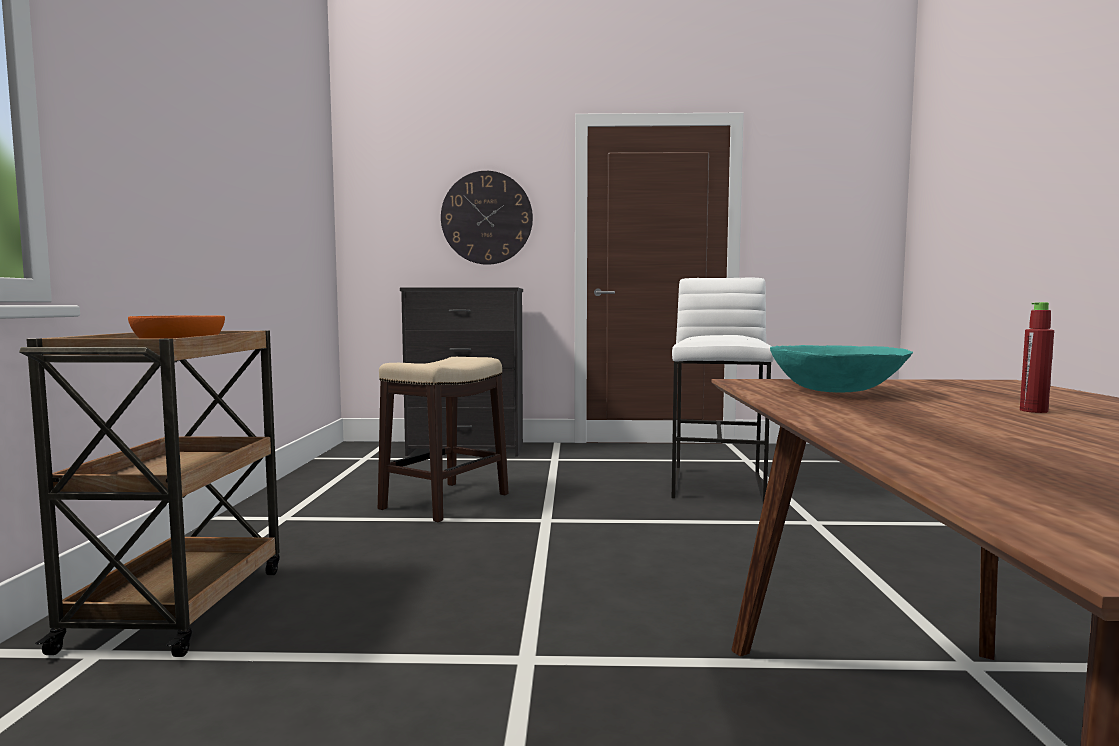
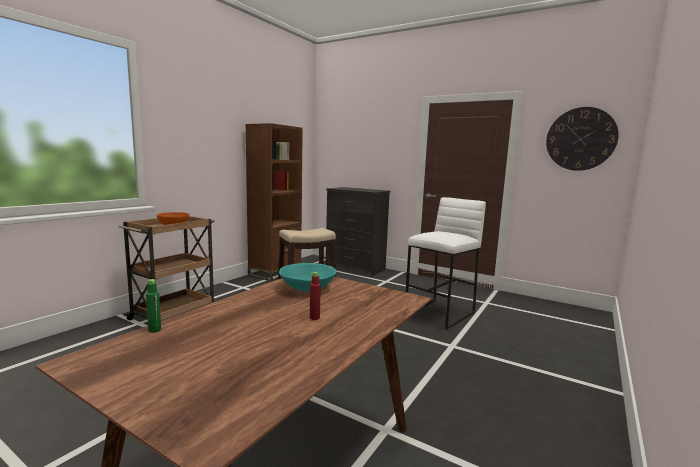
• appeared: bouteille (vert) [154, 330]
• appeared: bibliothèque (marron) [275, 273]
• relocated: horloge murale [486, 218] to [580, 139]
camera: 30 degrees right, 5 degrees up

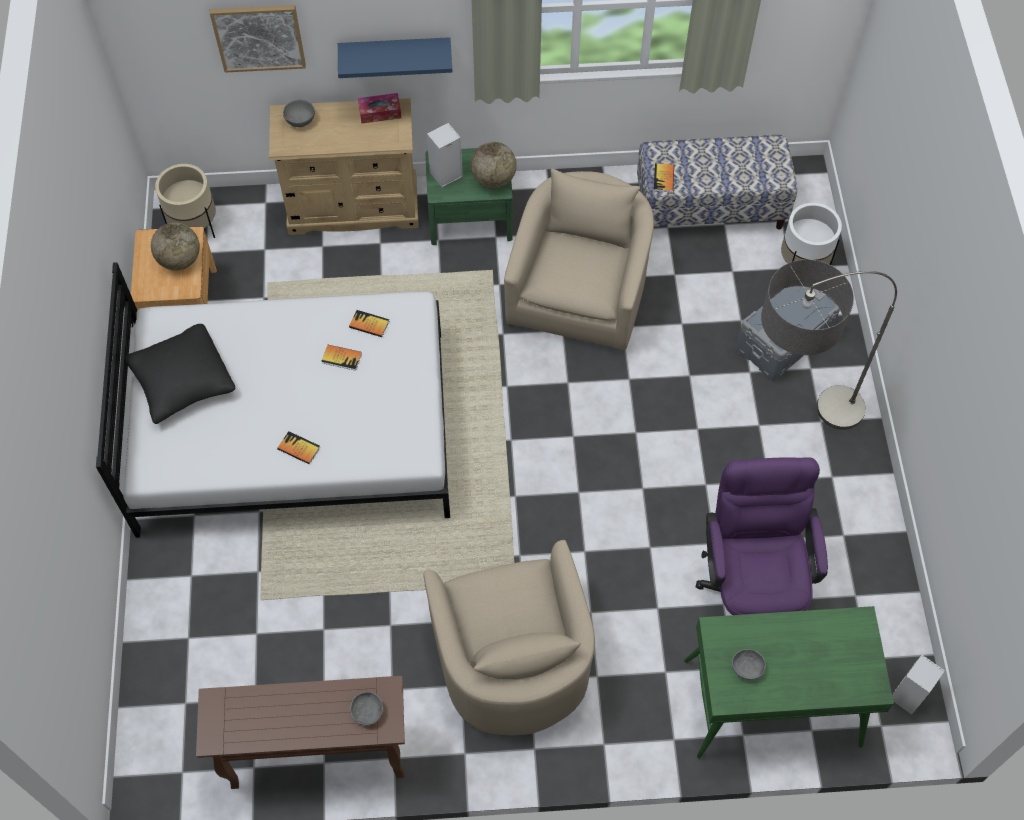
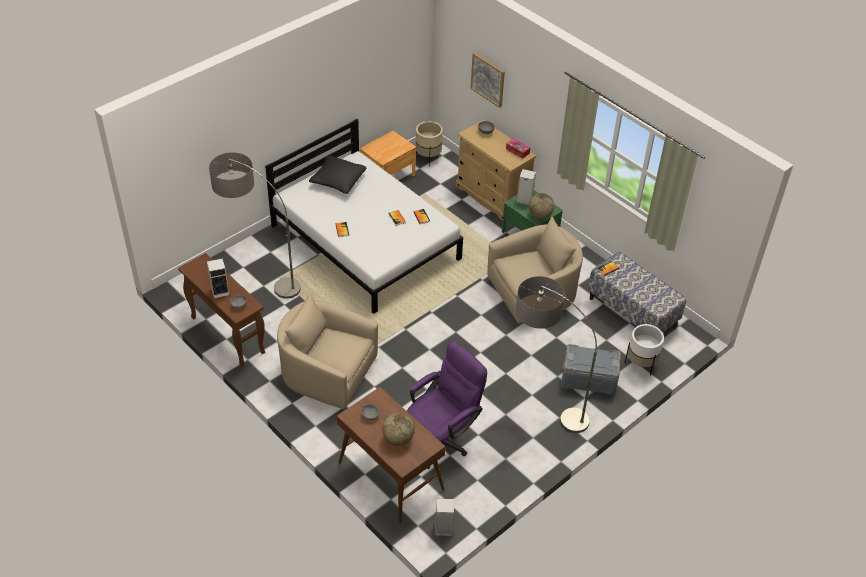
• appeared: enceinte [220, 291]
• appeared: lampadaire [259, 279]
• spun: fauteuil (beige) [512, 658] = [327, 372] 75 degrees clockwise
• colour: bureau (vert) [771, 703] to bureau (marron) [390, 476]
• relocated: globe [180, 260] to [398, 439]
• missing: étagère (bleu) [395, 53]
camera: 50 degrees right, 15 degrees down

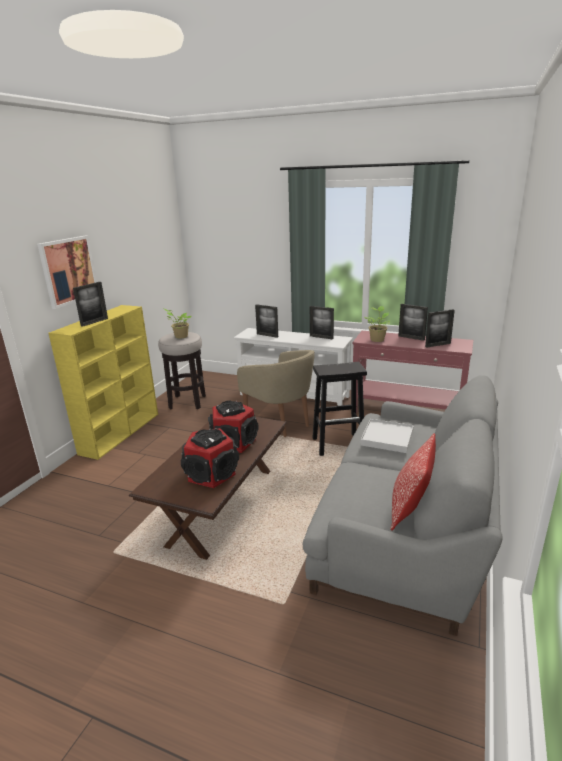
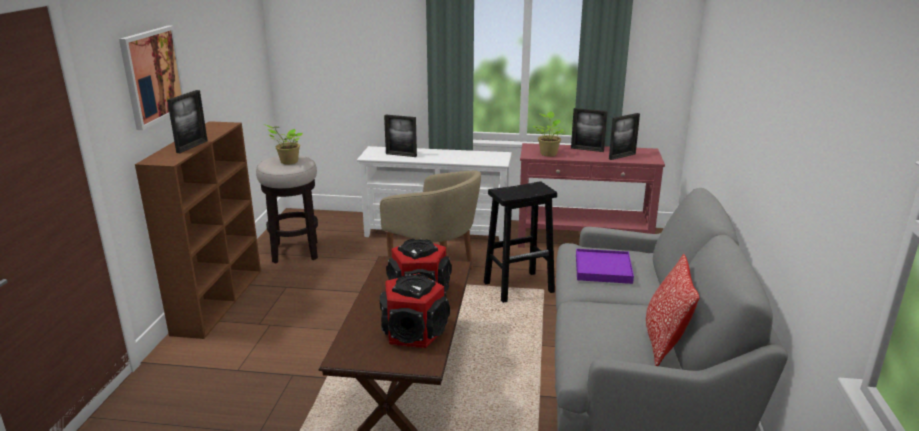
• colour: bibliothèque (jaune) [121, 432] to bibliothèque (marron) [219, 300]
• colour: plateau (blanc) [387, 438] to plateau (violet) [603, 269]
• missing: cadre photo [321, 337]
camera: 15 degrees left, 0 degrees up

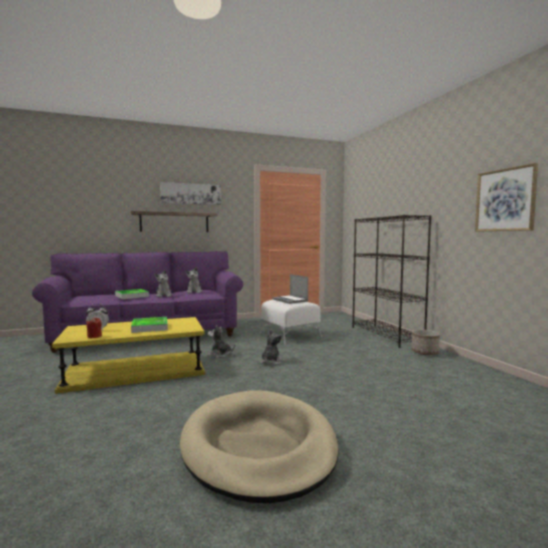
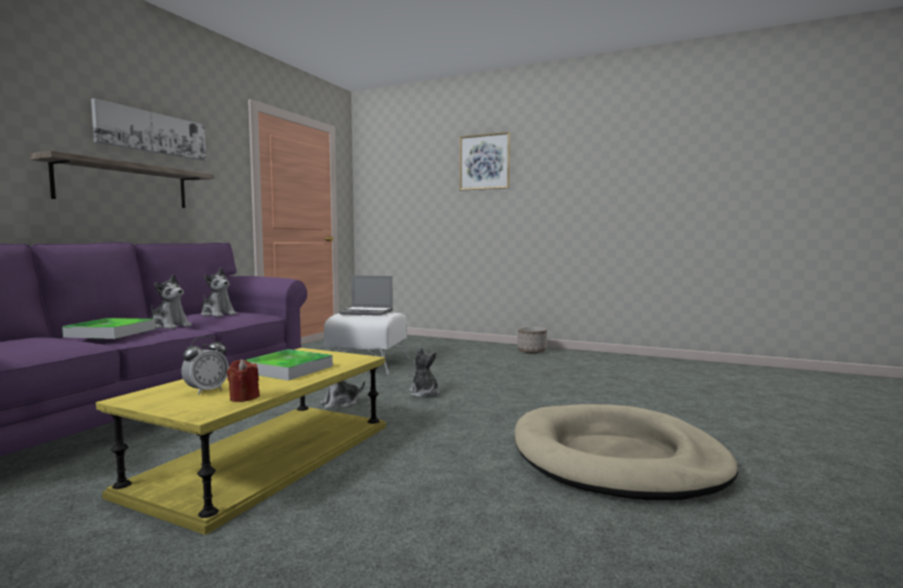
• relocated: tableau [505, 200] to [484, 162]
• missing: bibliothèque (noir) [386, 335]
camera: 45 degrees left, 0 degrees up

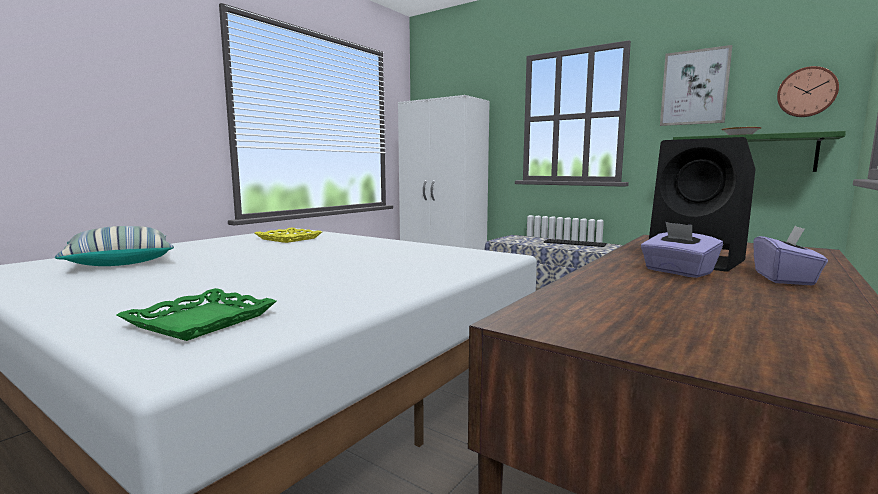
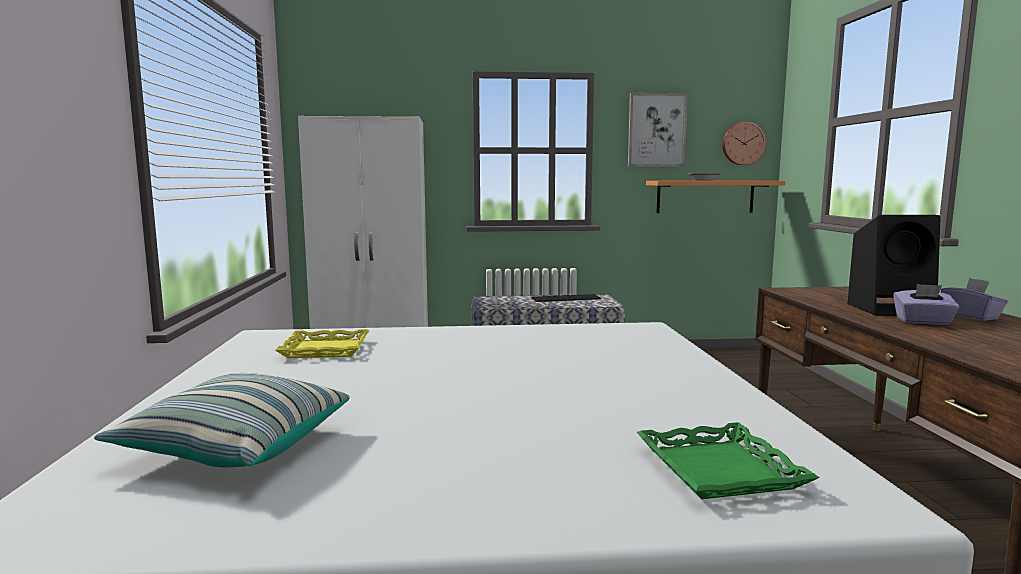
• colour: étagère (vert) [751, 154] to étagère (orange) [705, 196]
camera: 40 degrees left, 0 degrees up

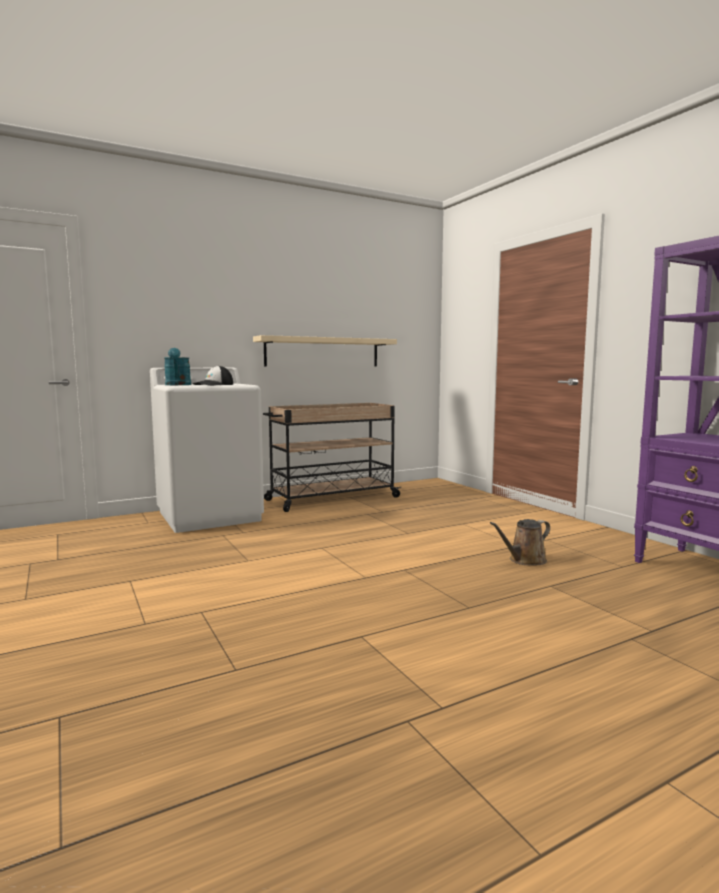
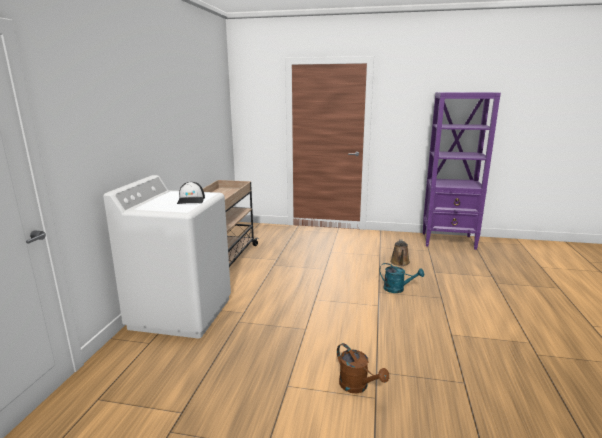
• appeared: arrosoir (marron) [357, 386]
• relocated: arrosoir (turquoise) [178, 385] to [397, 289]
• missing: étagère (beige) [323, 352]
camera: 50 degrees left, 10 degrees up

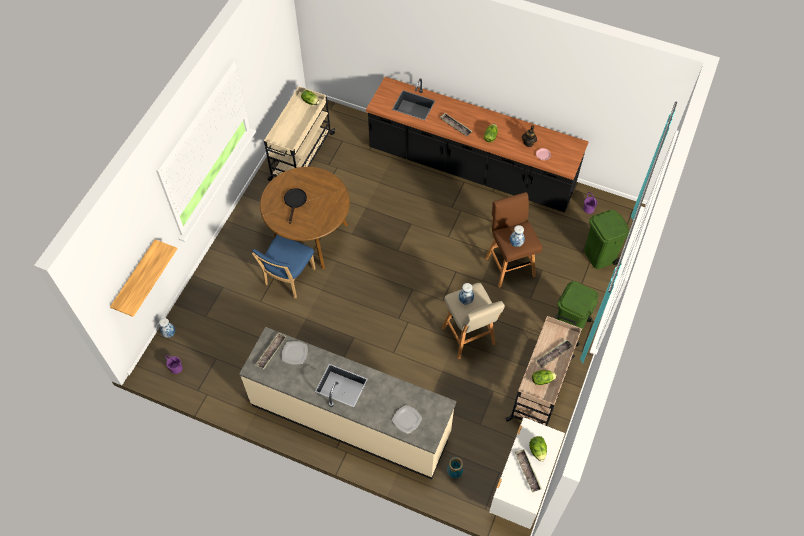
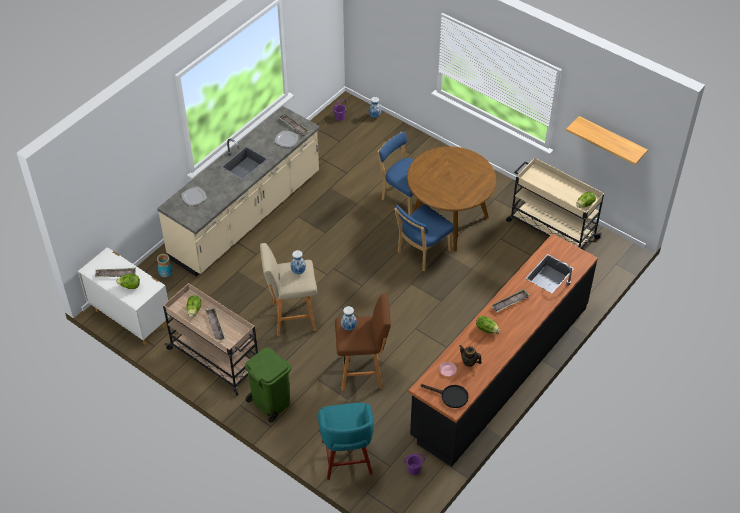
• exchanged: poubelle (vert) [599, 256] to tabouret (turquoise) [347, 459]
• appeared: chaise (bleu) [422, 252]
• relocated: poêle (noir) [295, 202] to [450, 396]
• relocated: étagère [135, 277] to [611, 140]
camera: 105 degrees right, 10 degrees down

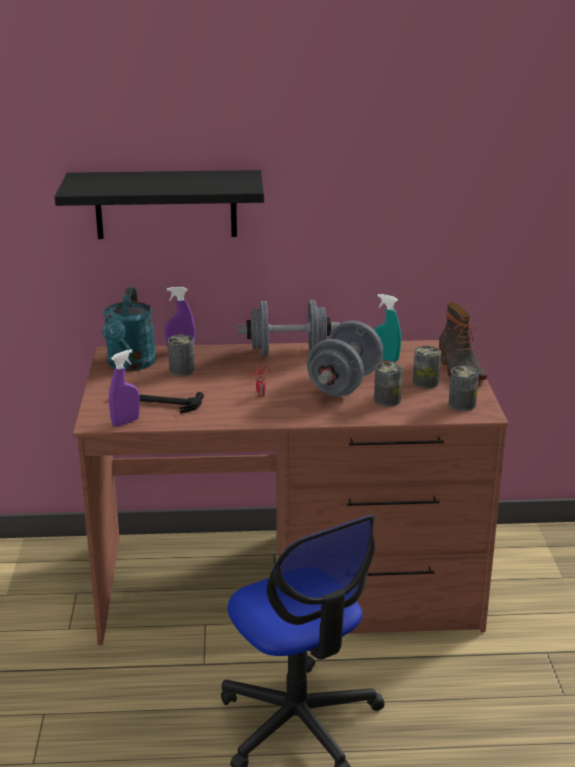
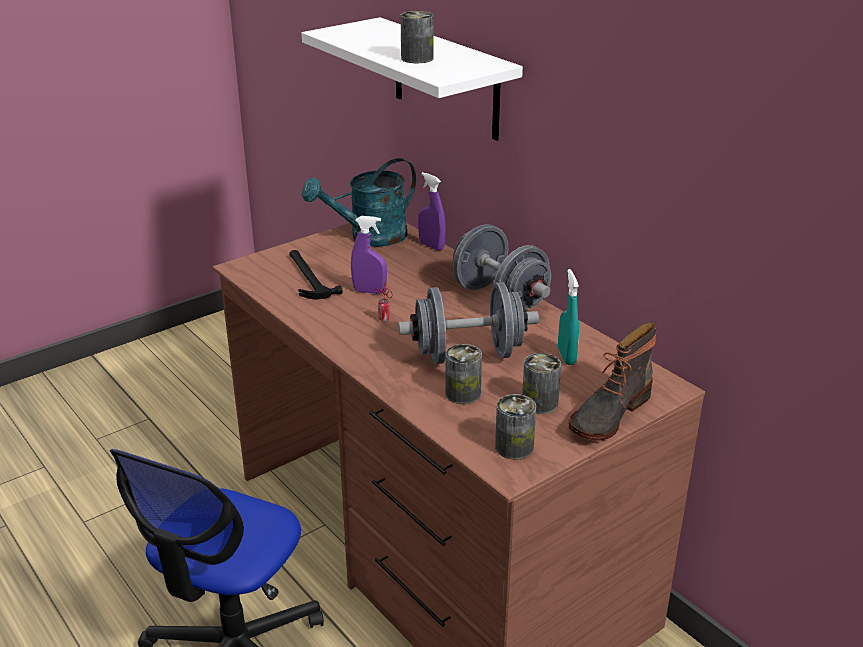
• colour: étagère (noir) [166, 204] to étagère (blanc) [445, 79]
• relocated: vaporisateur (violet) [125, 422] to [369, 291]
• relocated: boîte métallique [182, 370] to [417, 58]
camera: 55 degrees right, 5 degrees up

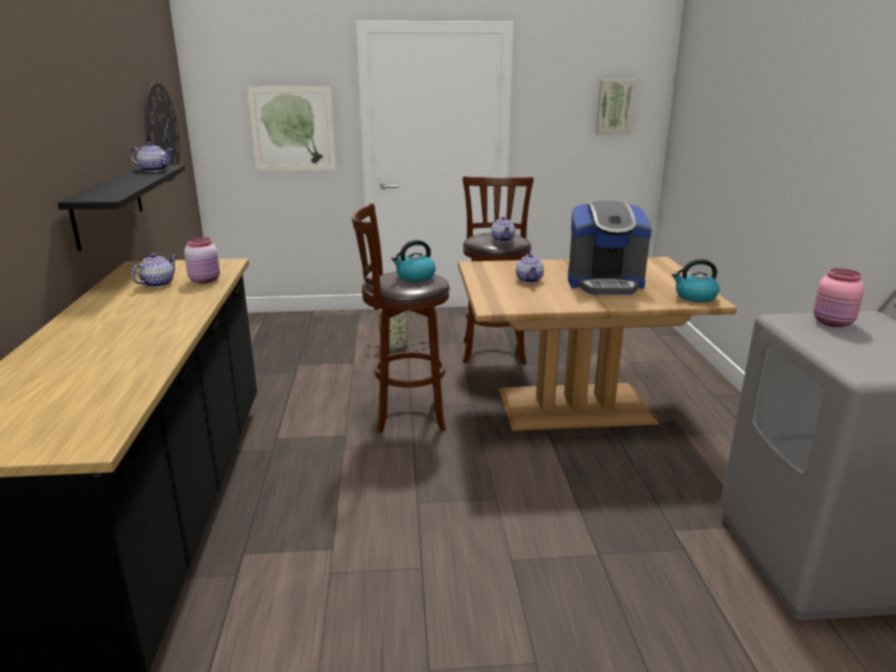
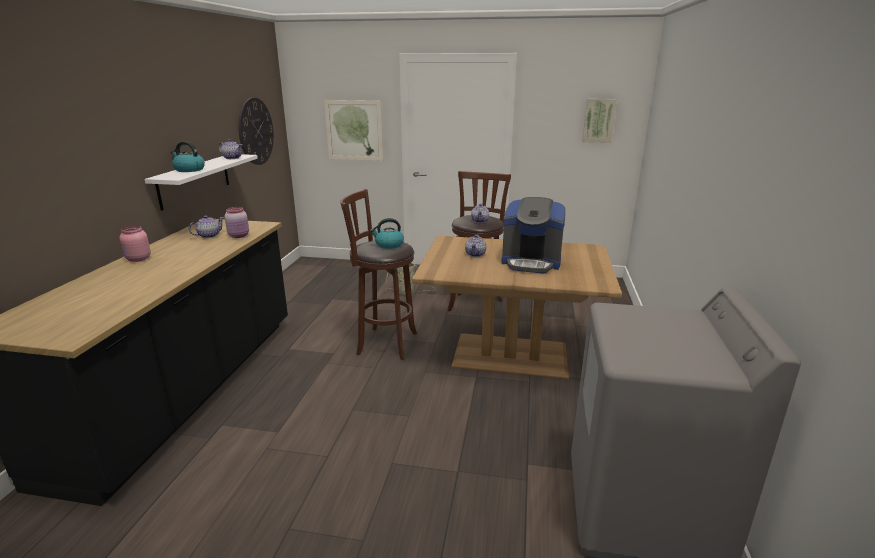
• relocated: bocal (rose) [833, 323] to [138, 259]
• colour: étagère (noir) [108, 205] to étagère (blanc) [194, 180]
• relocated: bouilloire [695, 297] to [189, 170]
camera: 15 degrees right, 0 degrees up

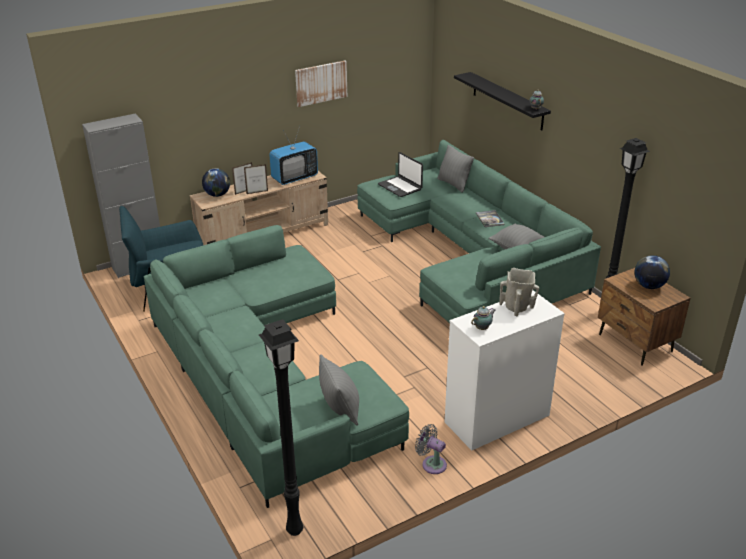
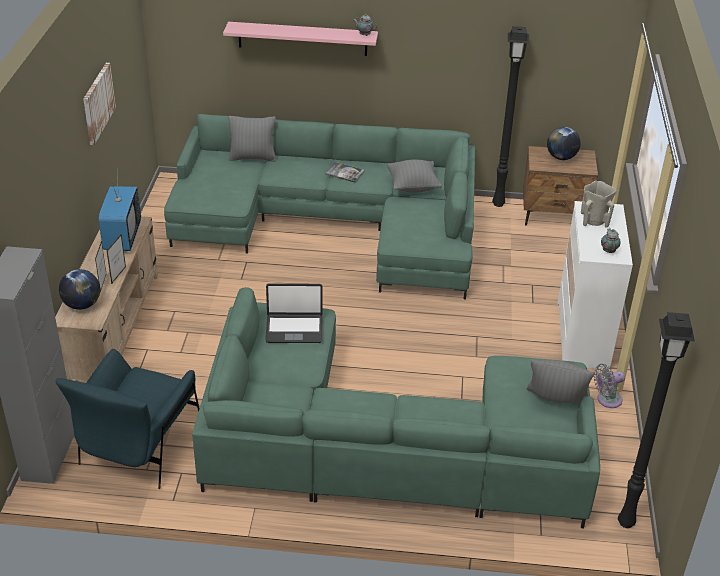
• colour: étagère (noir) [507, 101] to étagère (rose) [302, 38]
• relocated: ordinateur portable [400, 187] to [294, 329]
camera: 55 degrees left, 5 degrees up

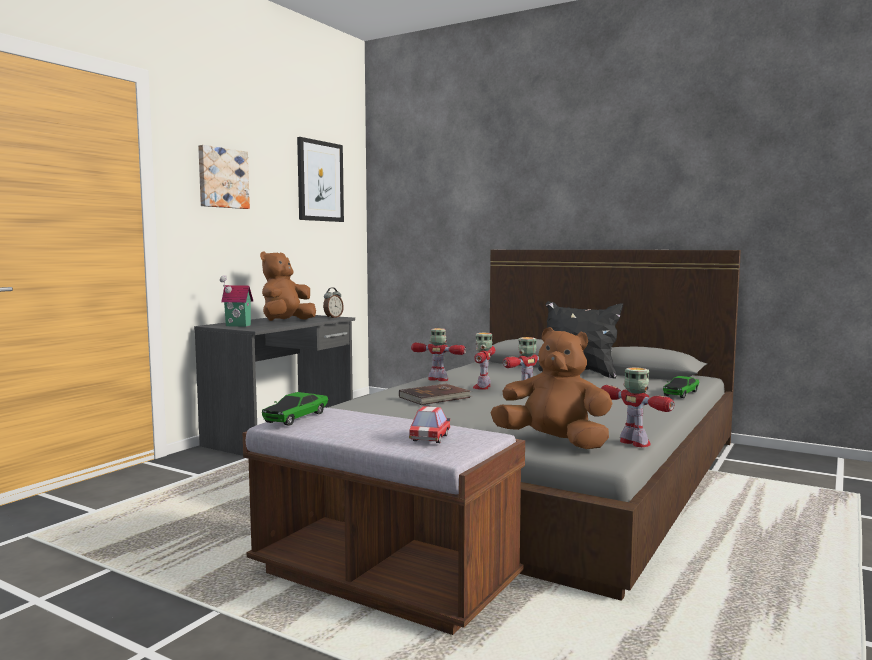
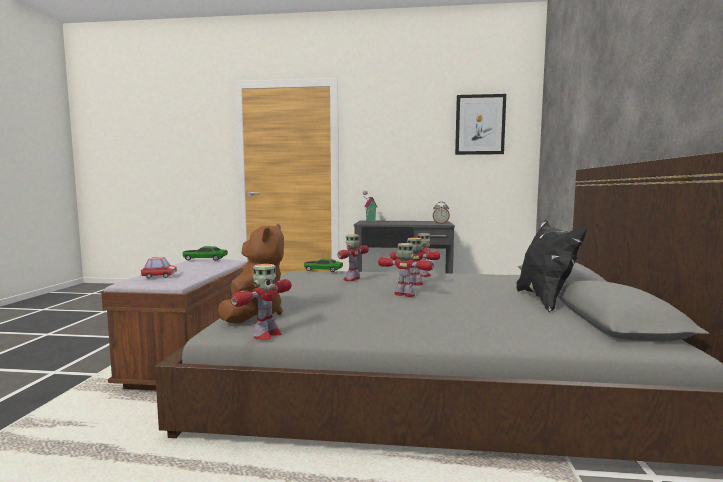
• relocated: petite voiture [681, 393] to [323, 270]
• exchanged: livre (marron) [435, 397] to robot jouet [352, 279]
• missing: tableau [222, 178]
• missing: peluche (marron) [286, 321]
camera: 65 degrees right, 0 degrees up

